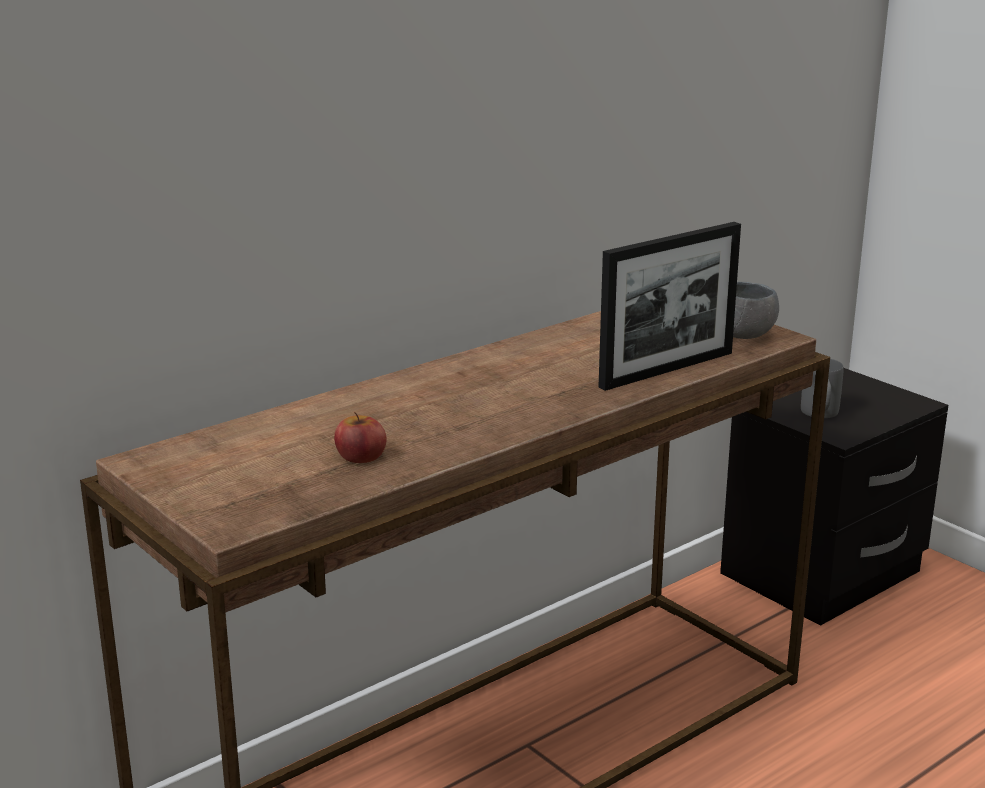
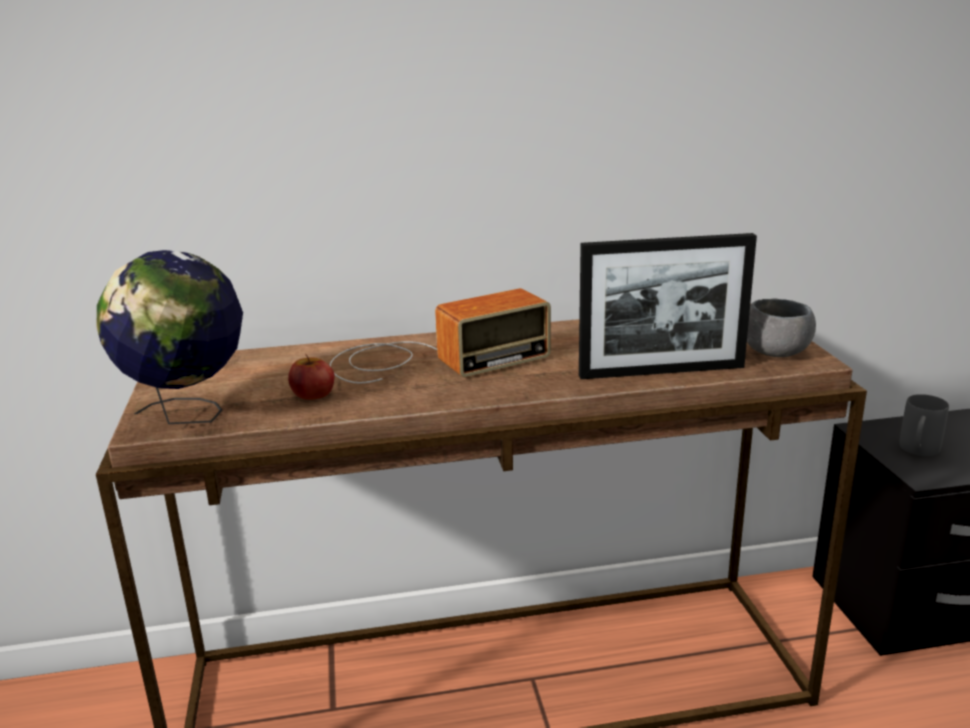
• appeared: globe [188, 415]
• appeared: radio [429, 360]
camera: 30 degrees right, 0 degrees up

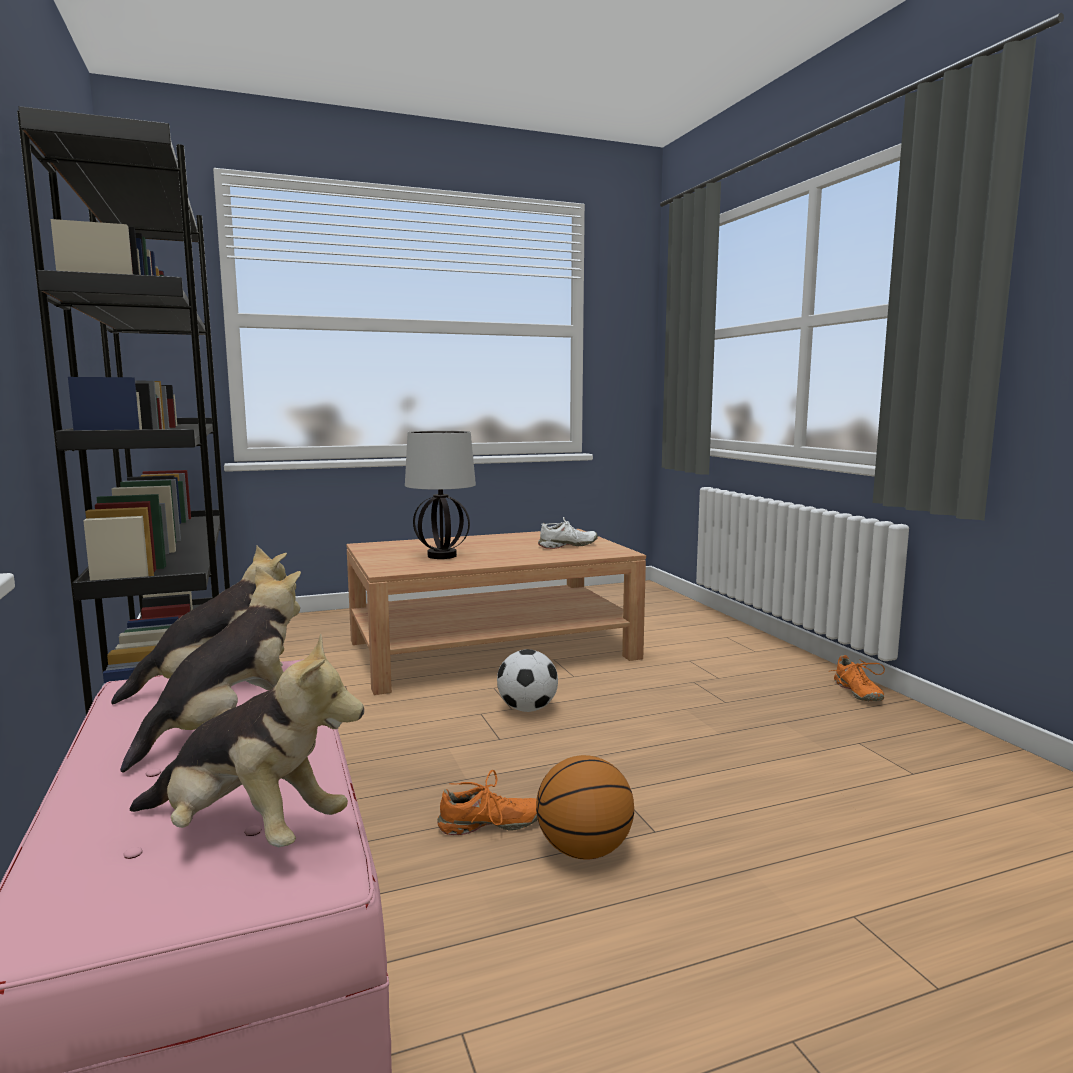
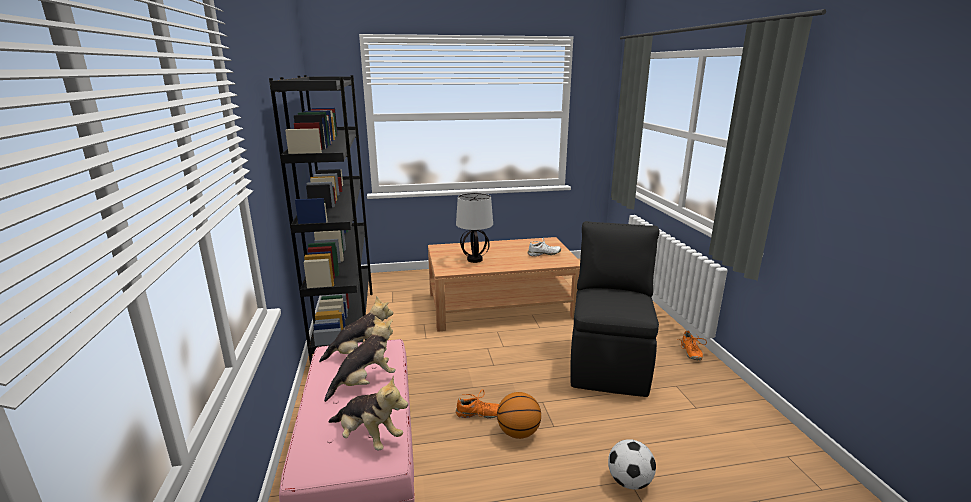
• appeared: chaise (noir) [609, 364]
• relocated: ballon de foot [527, 709] to [629, 481]
camera: 10 degrees right, 10 degrees up

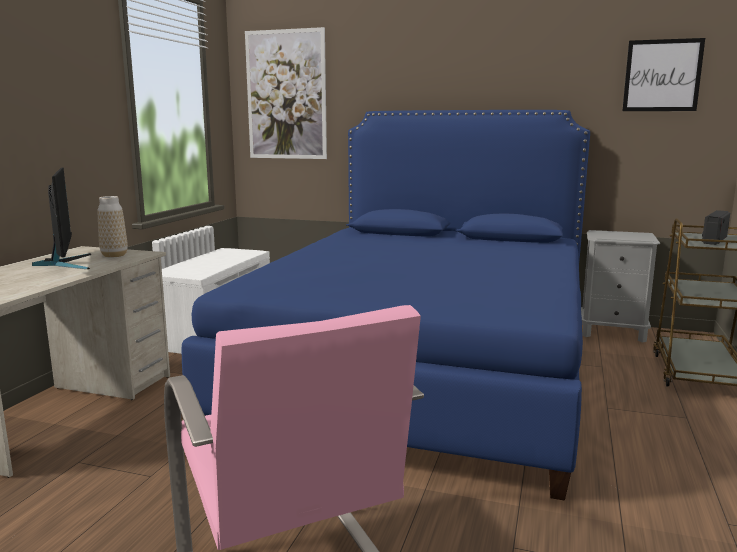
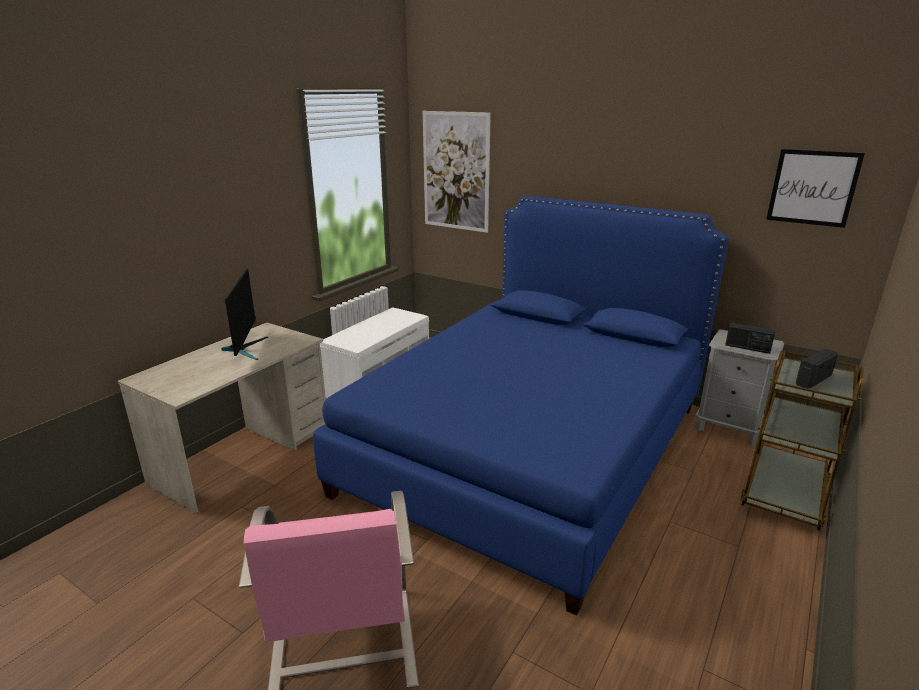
• appeared: radio [747, 348]
• missing: vase [114, 255]
camera: 15 degrees right, 10 degrees up

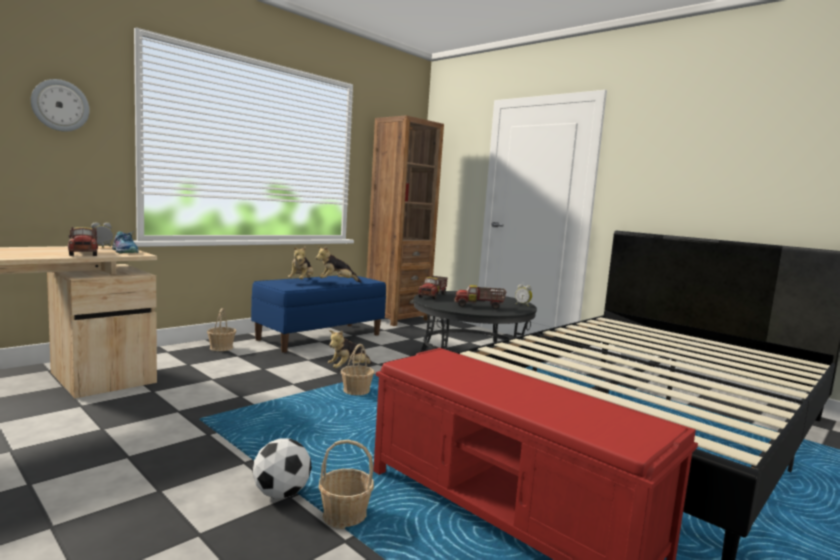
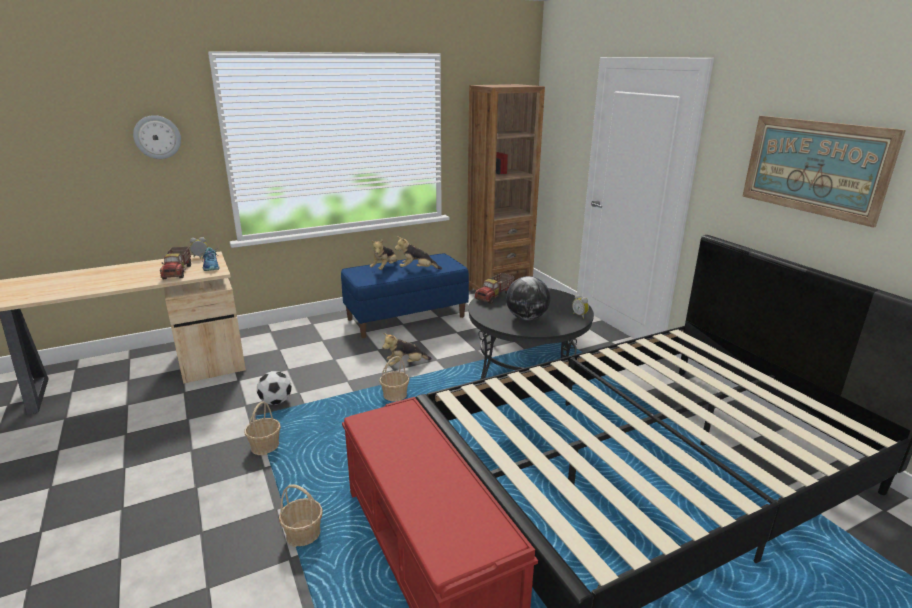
• relocated: panier [221, 348] to [265, 446]
• relocated: ballon de foot [281, 494] to [276, 401]
• exchanged: camion jouet [479, 306] to globe [527, 318]
• appeared: tableau [814, 167]
camera: 20 degrees right, 15 degrees up

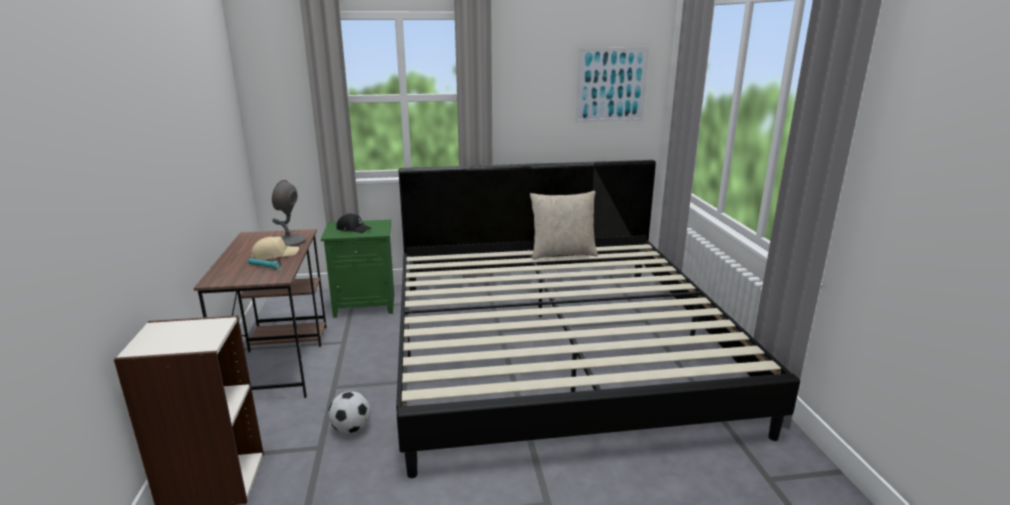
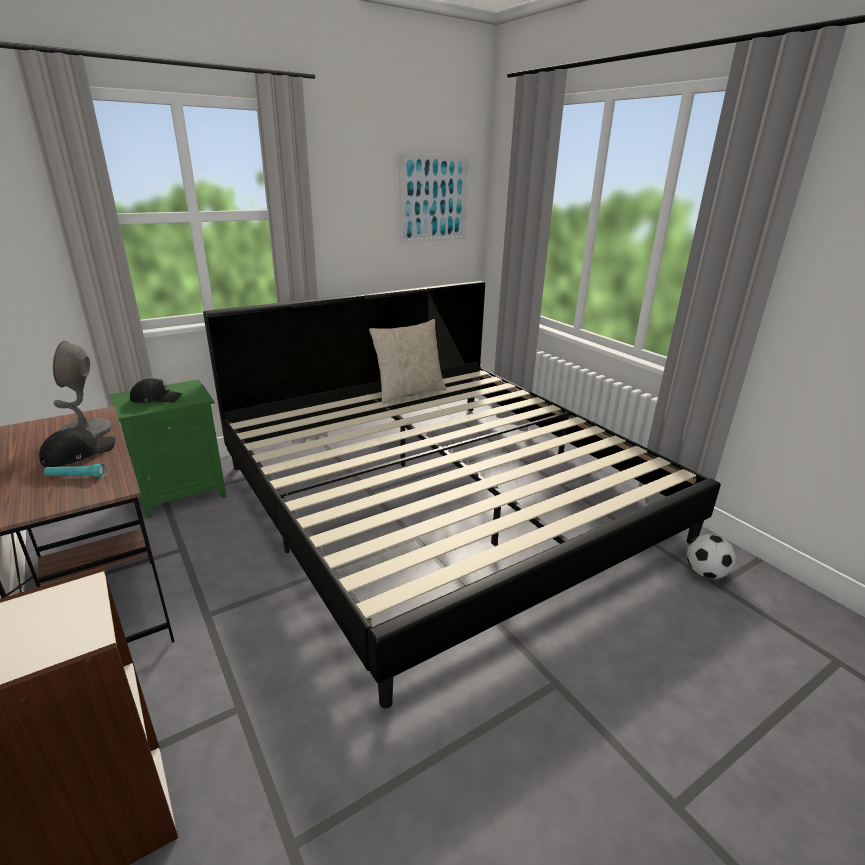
• colour: casquette (beige) [274, 255] to casquette (noir) [78, 454]
• relocated: ballon de foot [351, 428] to [705, 573]
camera: 25 degrees left, 5 degrees up

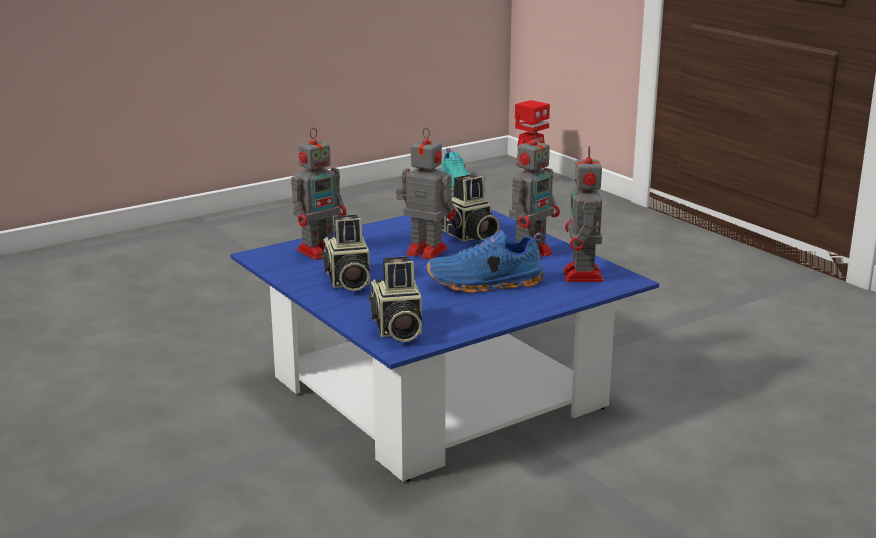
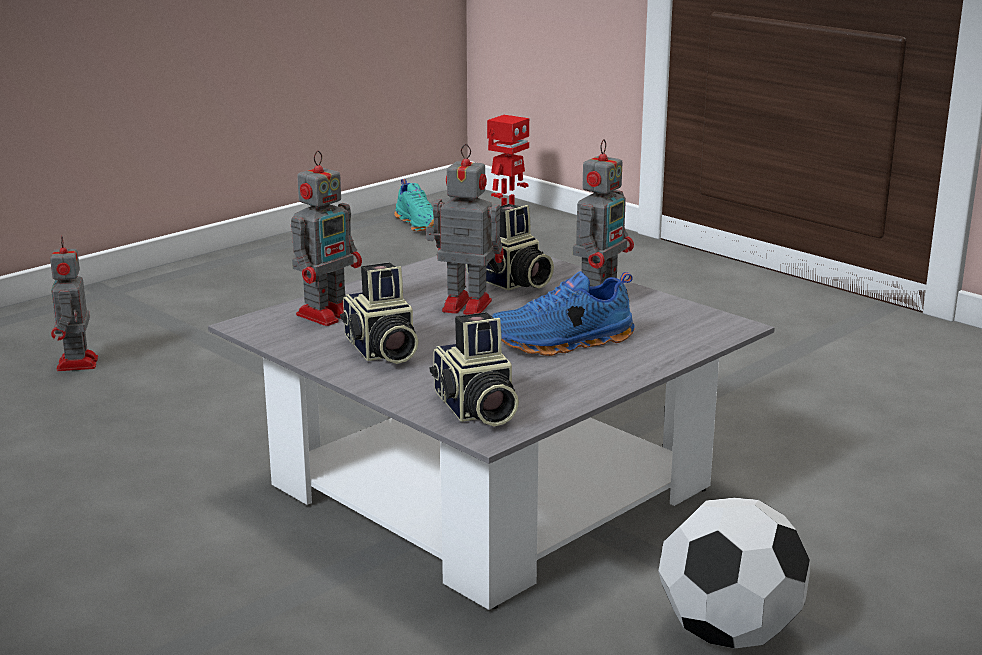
• relocated: robot jouet [583, 276] to [77, 365]
• colour: table basse (bleu) [437, 392] to table basse (gris) [490, 487]
• appeared: ballon de foot [729, 633]
camera: 10 degrees left, 0 degrees up

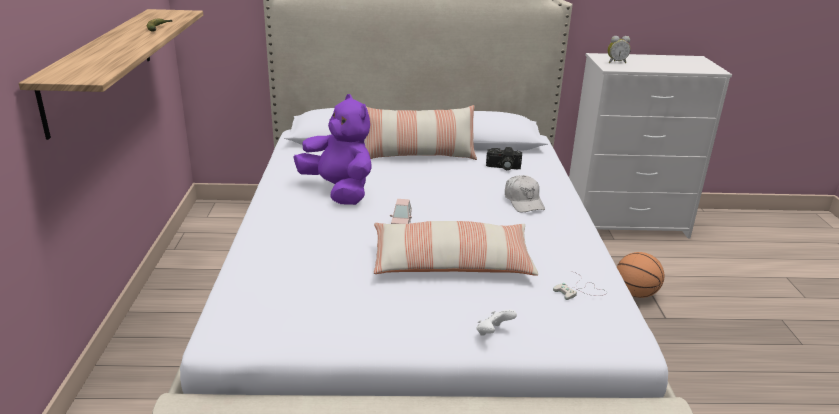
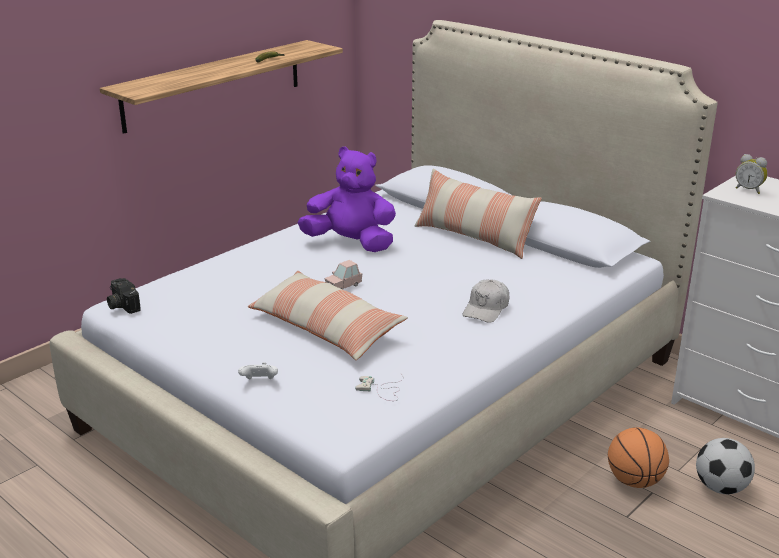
• relocated: appareil photo [503, 167] to [121, 305]
• spun: peluche (violet) [339, 191] = [351, 243] 75 degrees counterclockwise
• appeared: ballon de foot [720, 487]
camera: 45 degrees right, 0 degrees up

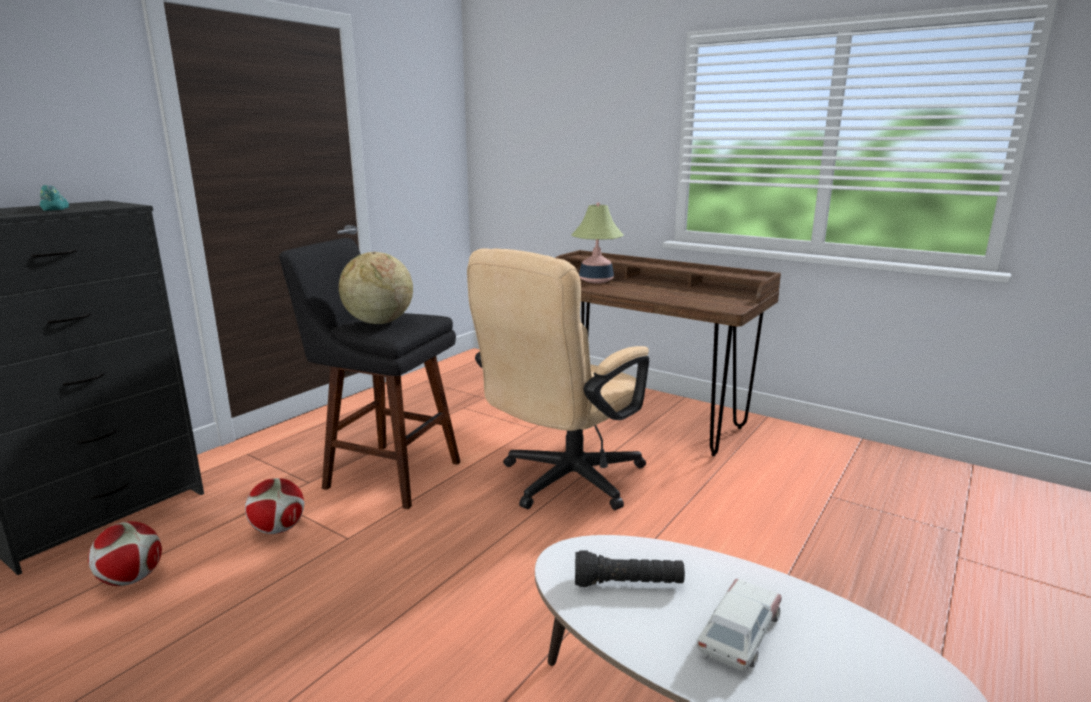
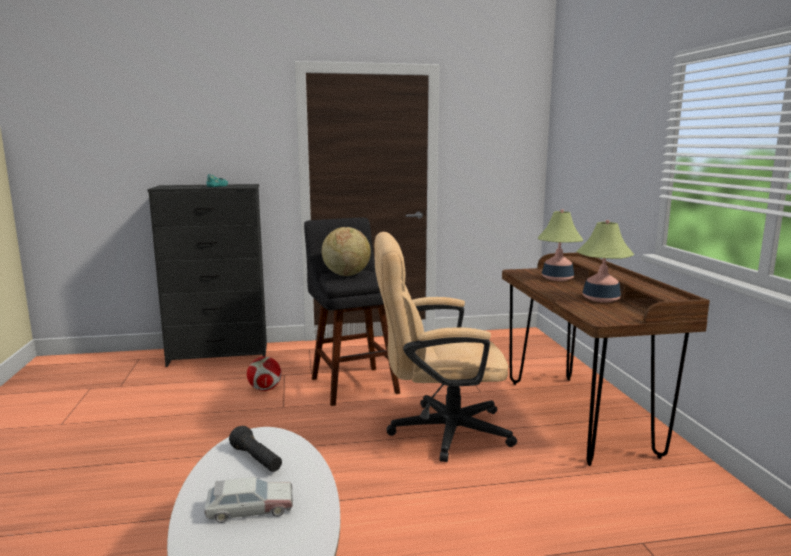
• appeared: lampe de table [600, 299]
• missing: ballon de foot [132, 579]
camera: 45 degrees right, 5 degrees down

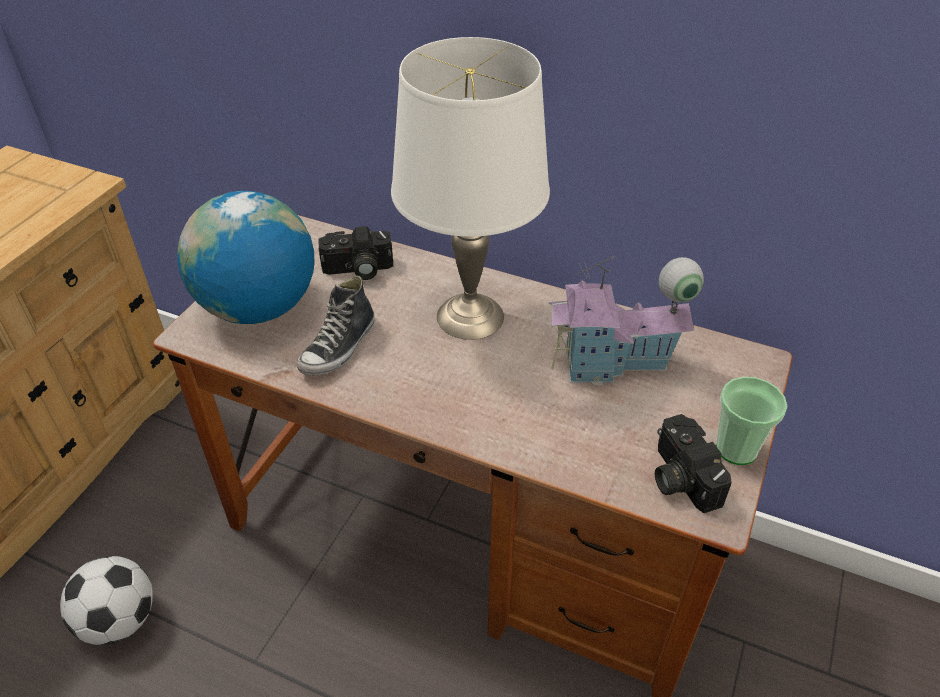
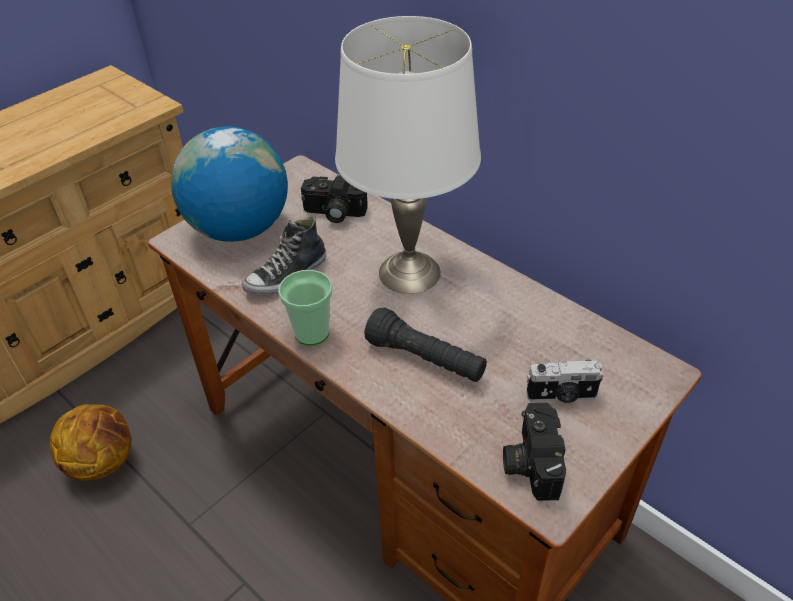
• exchanged: ballon de foot [120, 620] to ballon de basket [103, 461]
• relocated: tasse [736, 449] to [312, 333]
• appeared: lampe de poche (noir) [425, 359]
• appeared: appareil photo [561, 396]
• missing: maison miniature [614, 362]
camera: 20 degrees right, 0 degrees up

